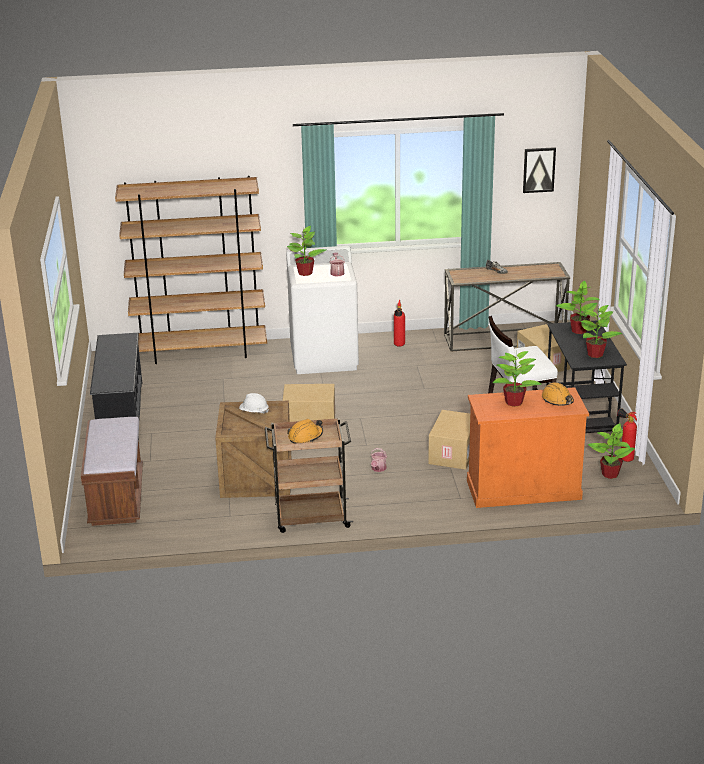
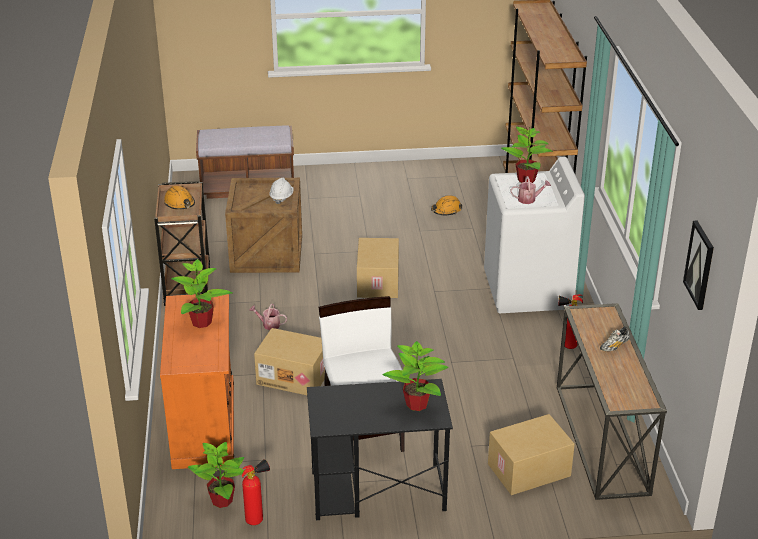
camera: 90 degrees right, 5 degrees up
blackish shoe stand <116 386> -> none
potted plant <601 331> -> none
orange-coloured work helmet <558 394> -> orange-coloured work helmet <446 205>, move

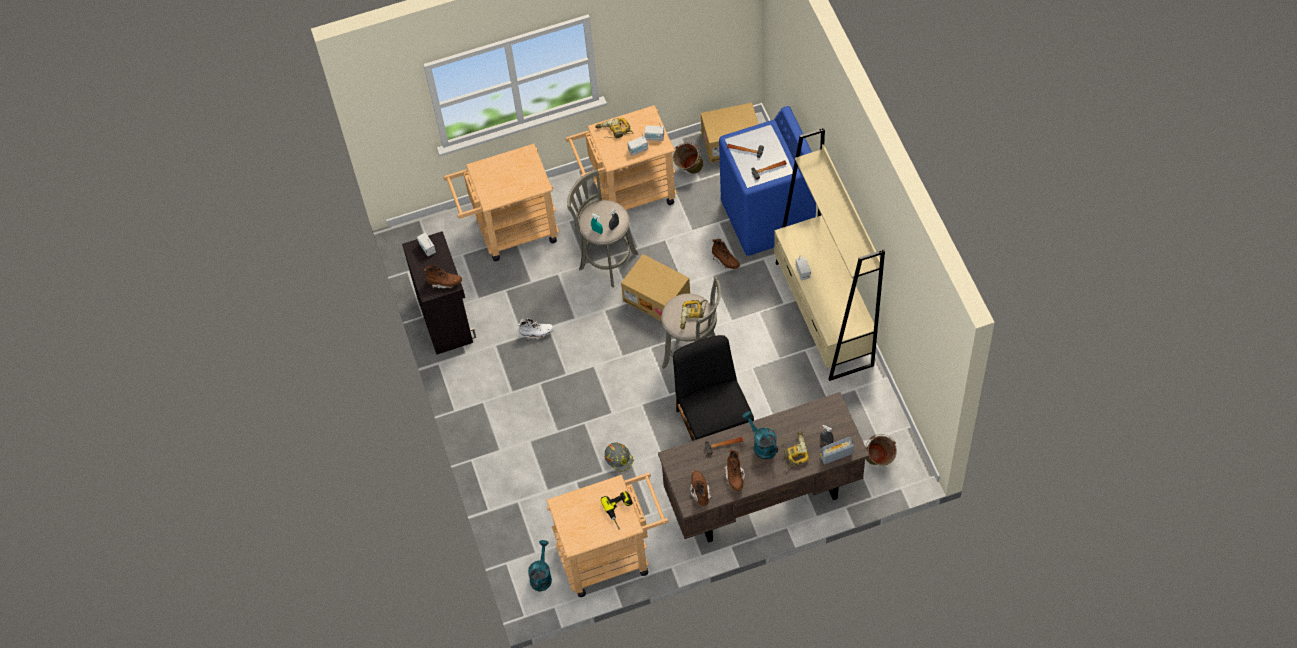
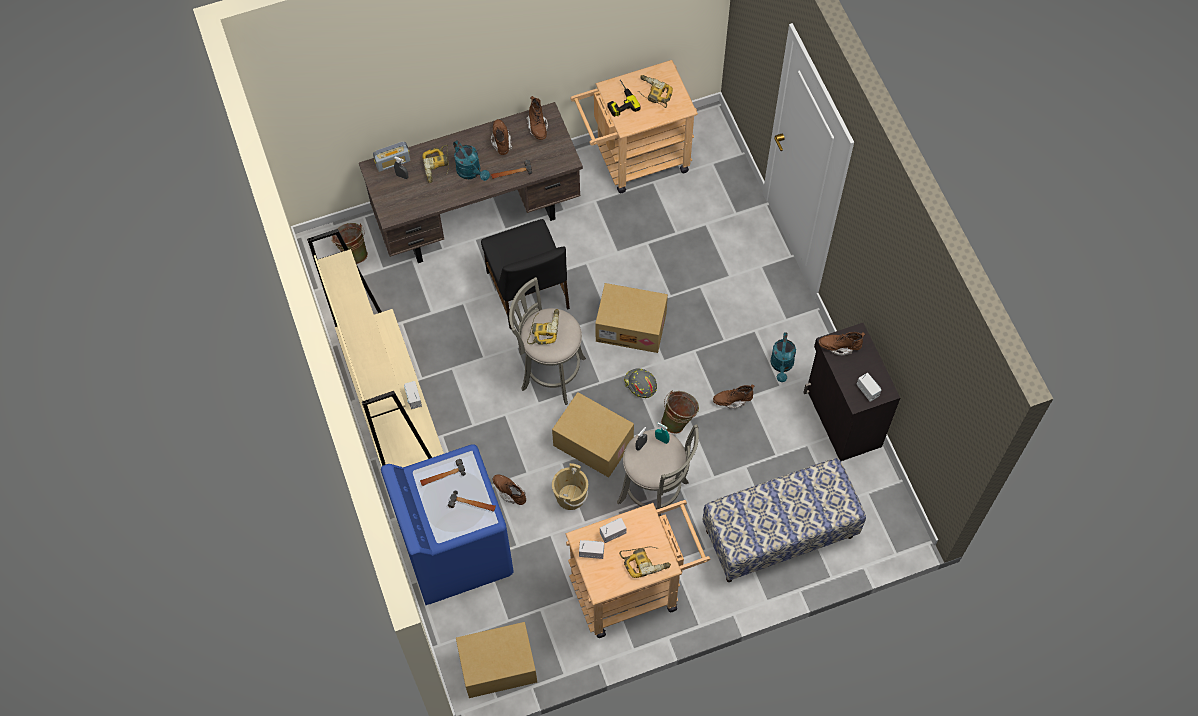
camera: 175 degrees right, 5 degrees up
none -> beige-coloured water bucket <570 486>
none -> cardboard box <631 318>
none -> power drill <655 91>
blue-green watering can <540 565> -> blue-green watering can <783 357>, move
greyish work helmet <619 457> -> greyish work helmet <640 383>, move
green-coloured water bucket <688 158> -> green-coloured water bucket <680 412>, move
beige-coloured cart <501 202> -> indoor bench <784 520>
white-coloured boot <536 329> -> brownish boot <733 396>

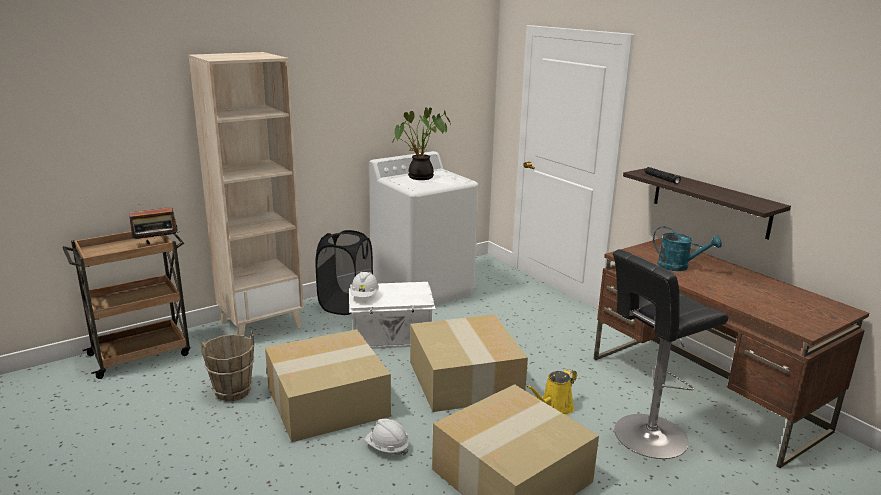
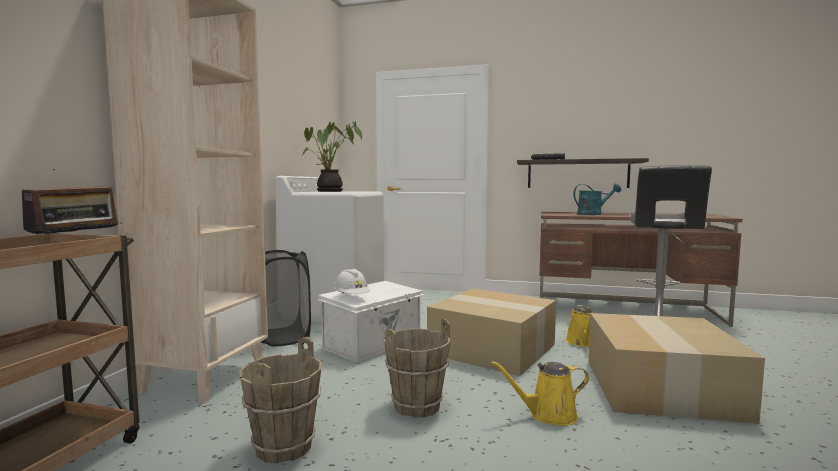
camera: 40 degrees left, 15 degrees down
cardboard box <328 385> -> brownish water bucket <416 368>
white-coloured work helmet <387 437> -> yellow-coloured watering can <540 393>

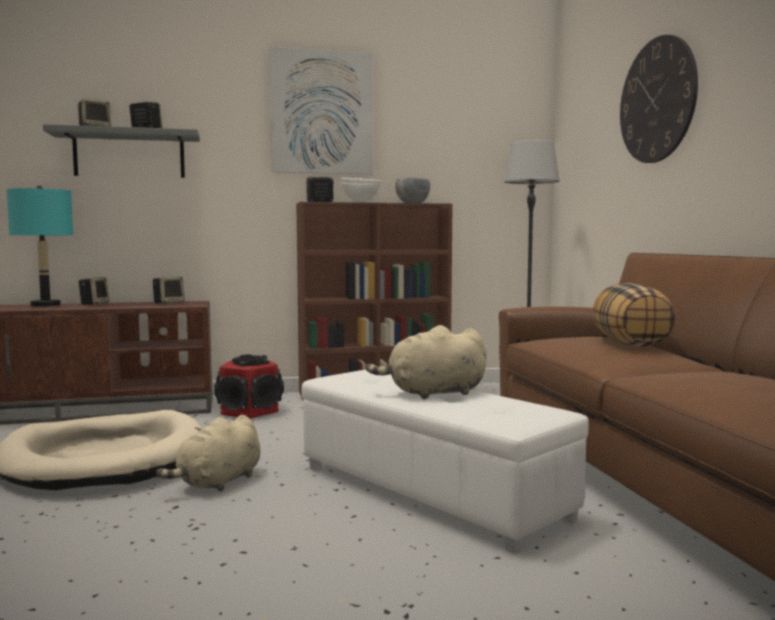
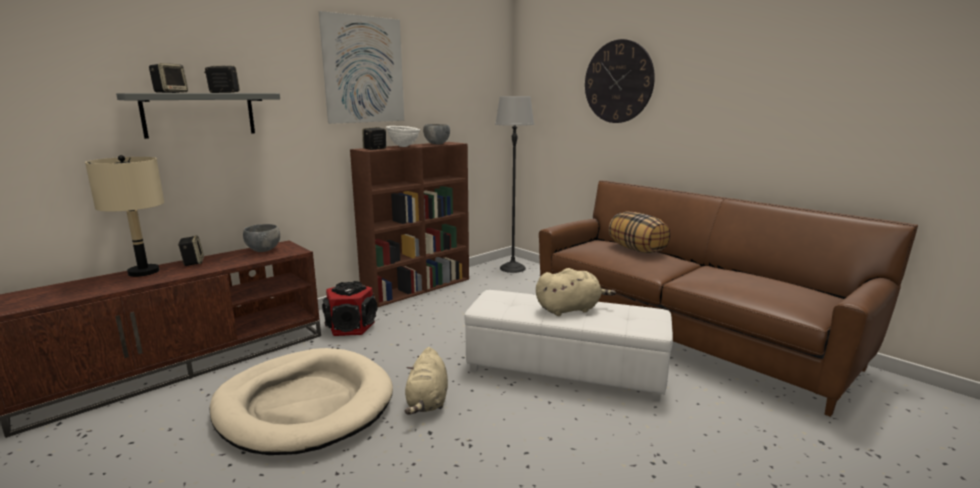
camera: 30 degrees left, 10 degrees up
speaker <169 290> -> greyish bowl <261 238>
blue-green tabletop lamp <40 246> -> beige-coloured tabletop lamp <124 216>
beige-coloured soft toy <426 362> -> beige-coloured soft toy <576 292>, 150 degrees counterclockwise

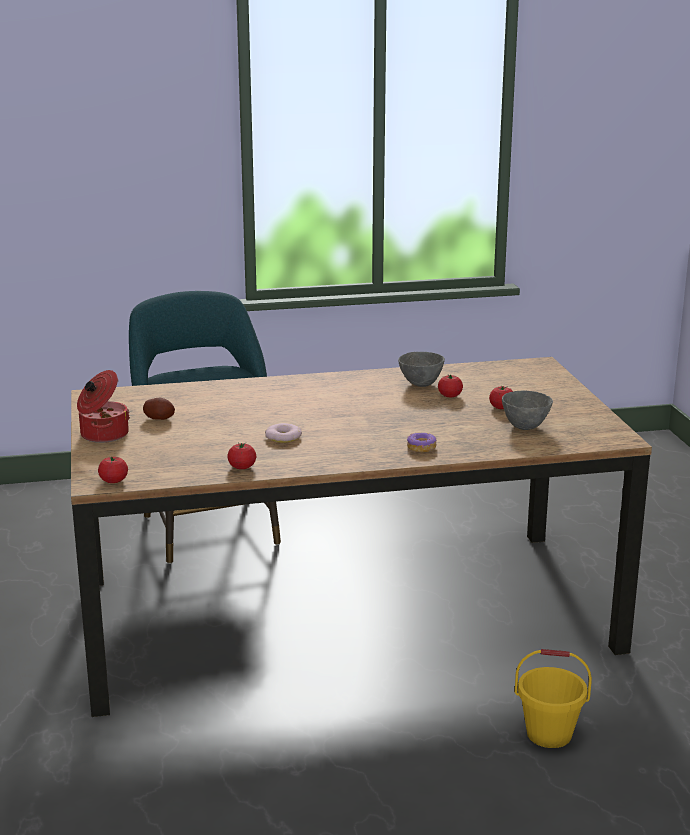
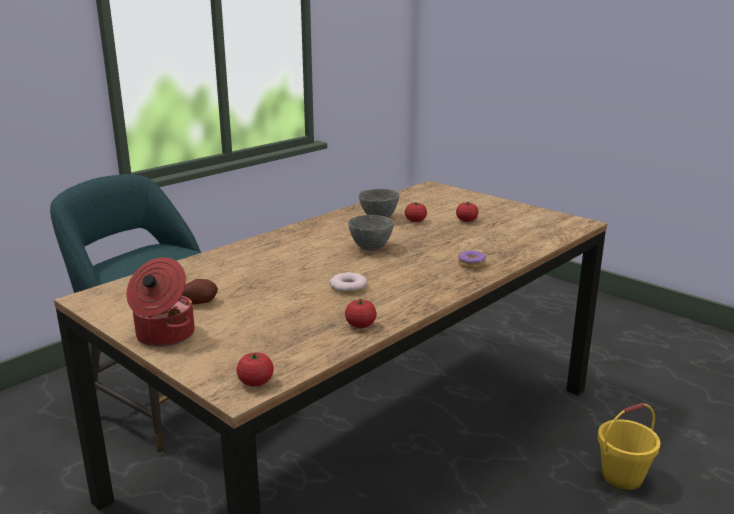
camera: 35 degrees left, 0 degrees up
greyish bowl <527 410> -> greyish bowl <371 233>, move

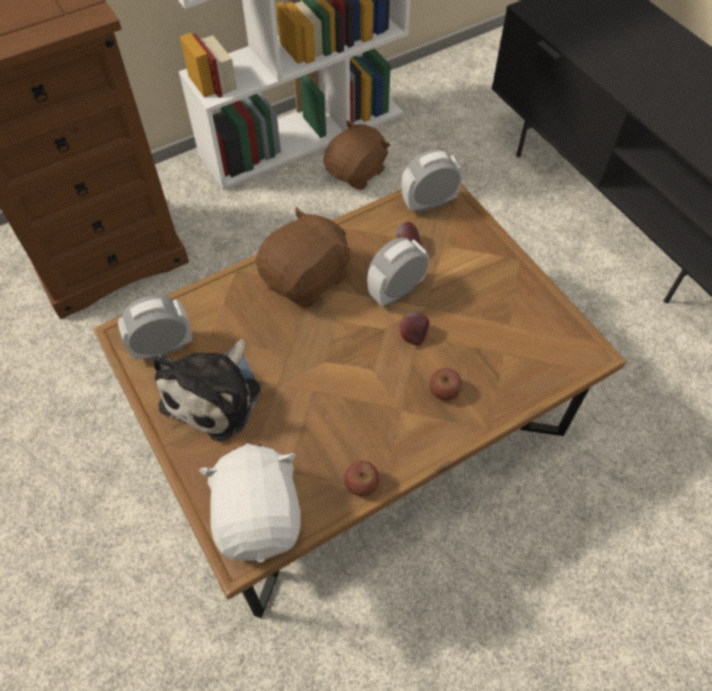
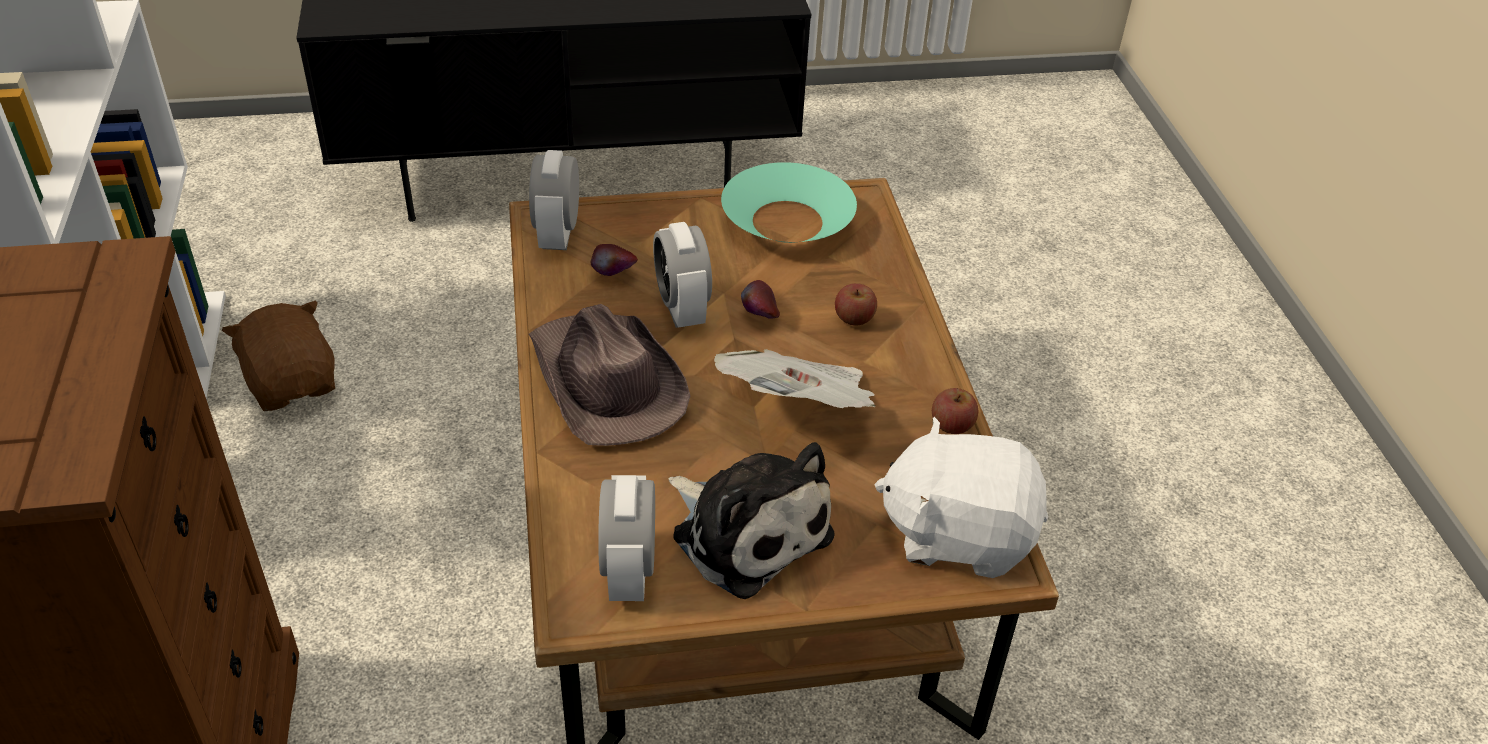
camera: 70 degrees left, 15 degrees down
none -> printed paper <795 378>
none -> blue-green bowl <789 202>
brownish soft toy <303 257> -> brownish wearable hat <609 375>

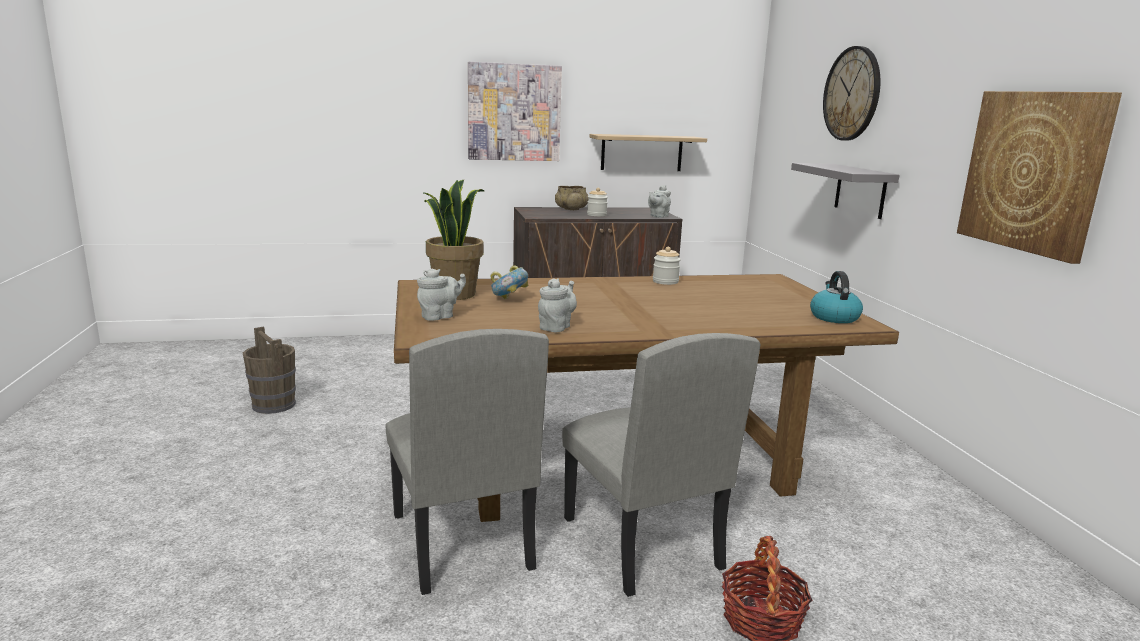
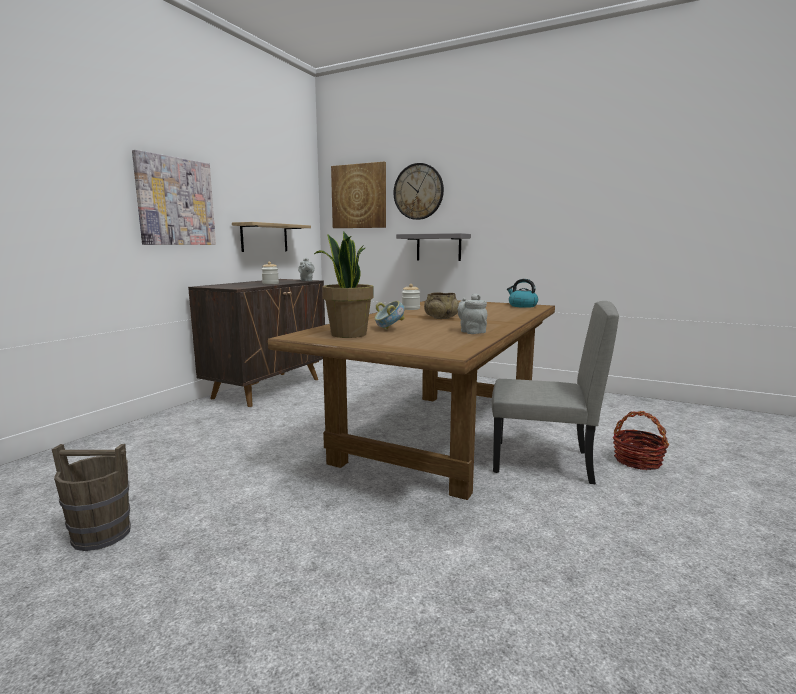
camera: 50 degrees left, 5 degrees down
greyish chair <467 462> -> none
greyish teapot <441 294> -> none
beige-coloured bowl <571 198> -> beige-coloured bowl <441 305>, move
wall art <1039 177> -> wall art <358 195>, move

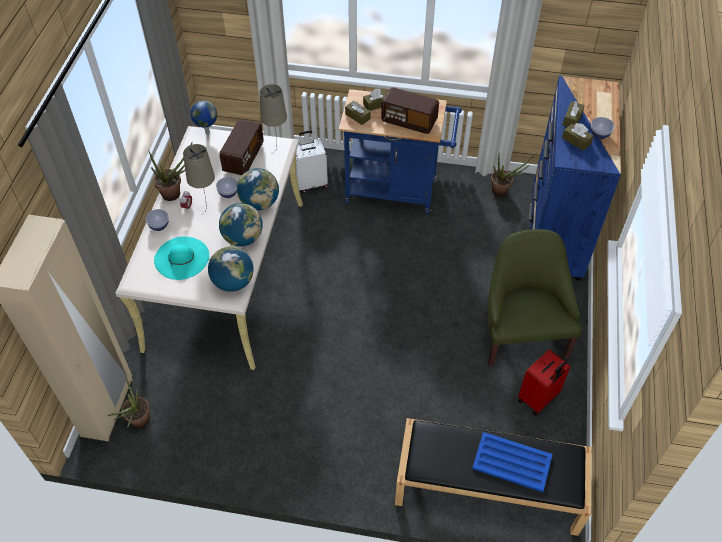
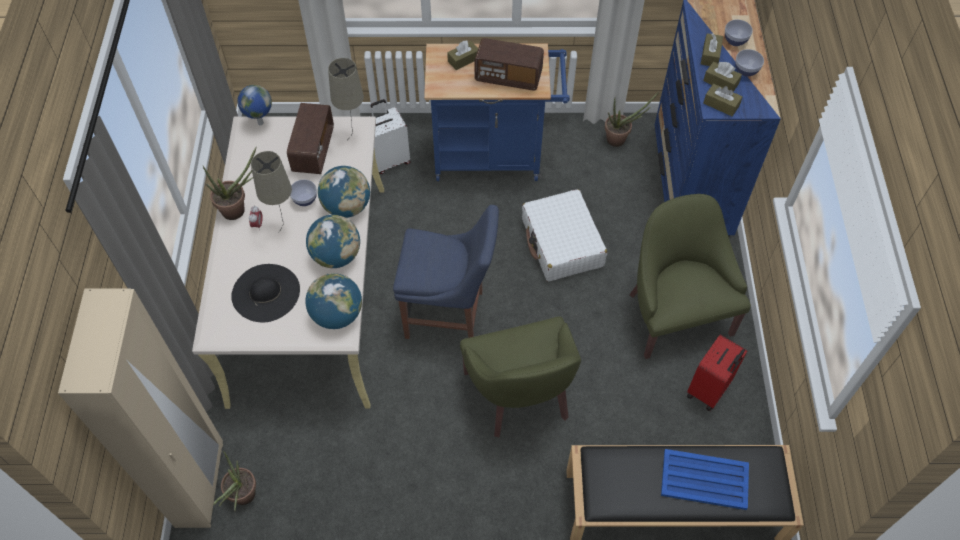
camera: 10 degrees left, 5 degrees up
none -> blue chair <446 272>
none -> green-coloured lounge chair <520 376>
none -> white-coloured piece of luggage <564 235>
bowl <157 220> -> bowl <739 33>, move
brownish tissue box <358 113> -> brownish tissue box <723 100>, move
blue-green wearable hat <181 258> -> blackish wearable hat <265 293>

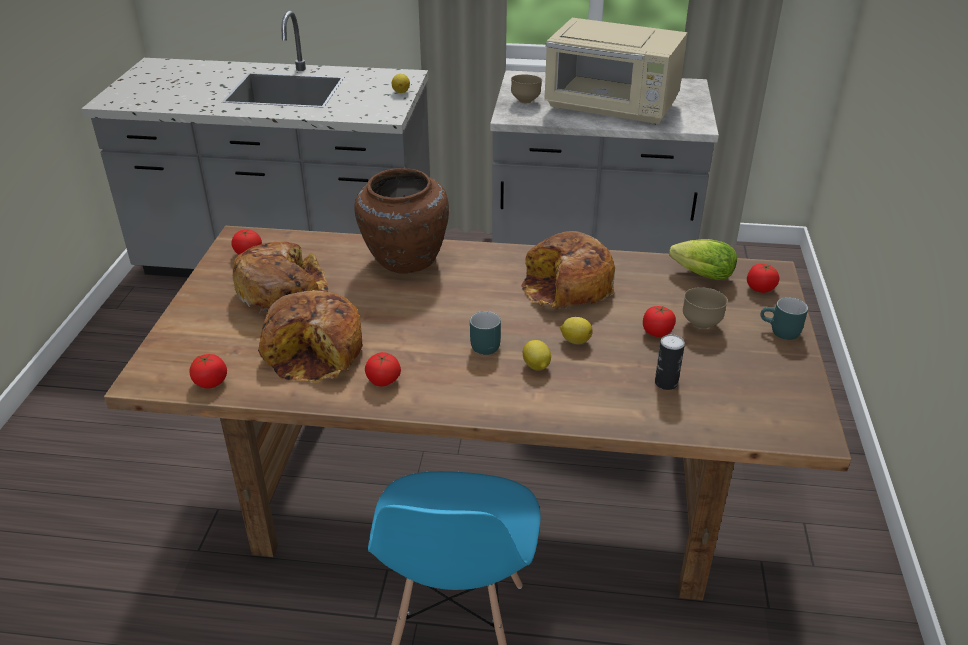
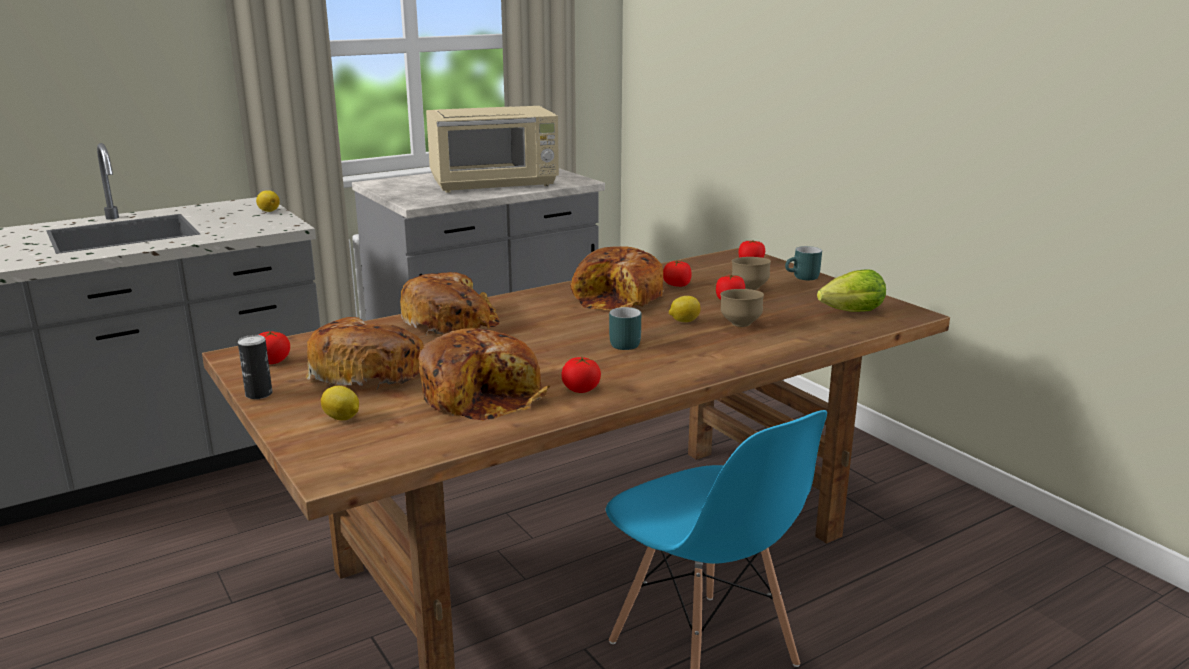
camera: 40 degrees left, 15 degrees down
whole tomato <208 371> -> whole tomato <677 274>, move
brownish bowl <526 88> -> brownish bowl <742 308>, move
citrus fruit <537 355> -> citrus fruit <340 403>, move
metal can <670 362> -> metal can <255 367>, move
head of lettuce <703 259> -> head of lettuce <851 290>, move
brownish decorative vase <401 221> -> baked bread <450 303>

